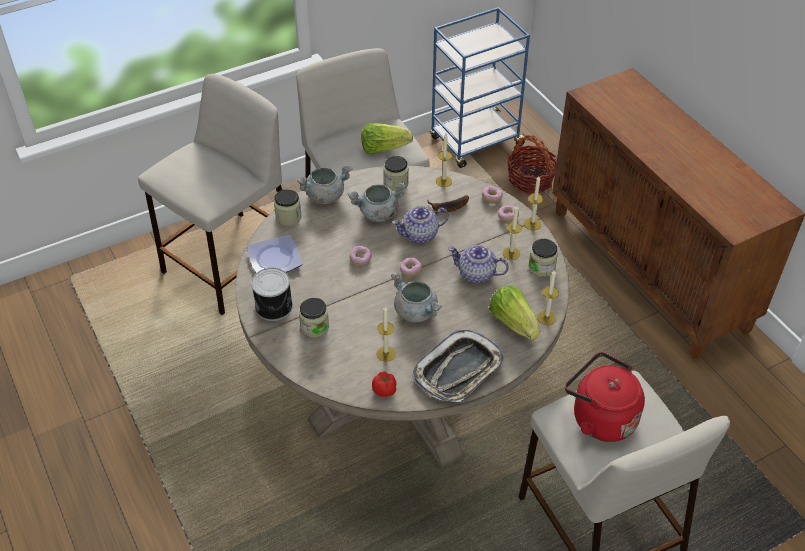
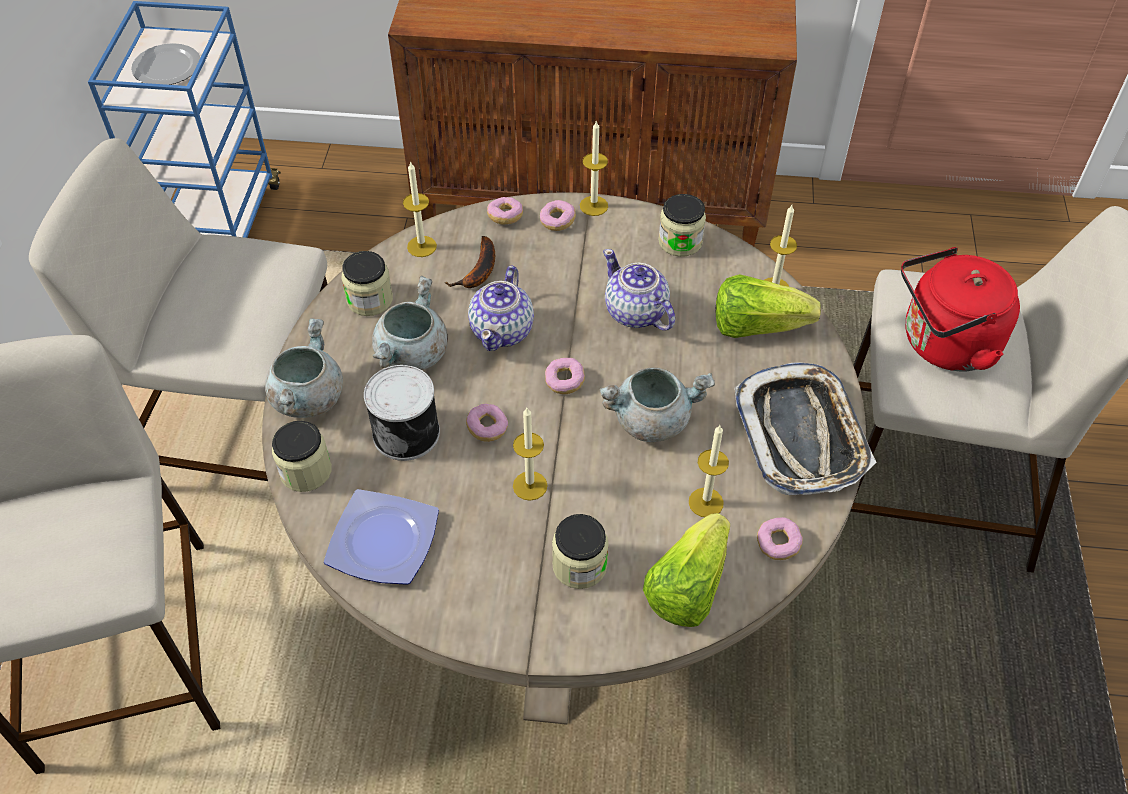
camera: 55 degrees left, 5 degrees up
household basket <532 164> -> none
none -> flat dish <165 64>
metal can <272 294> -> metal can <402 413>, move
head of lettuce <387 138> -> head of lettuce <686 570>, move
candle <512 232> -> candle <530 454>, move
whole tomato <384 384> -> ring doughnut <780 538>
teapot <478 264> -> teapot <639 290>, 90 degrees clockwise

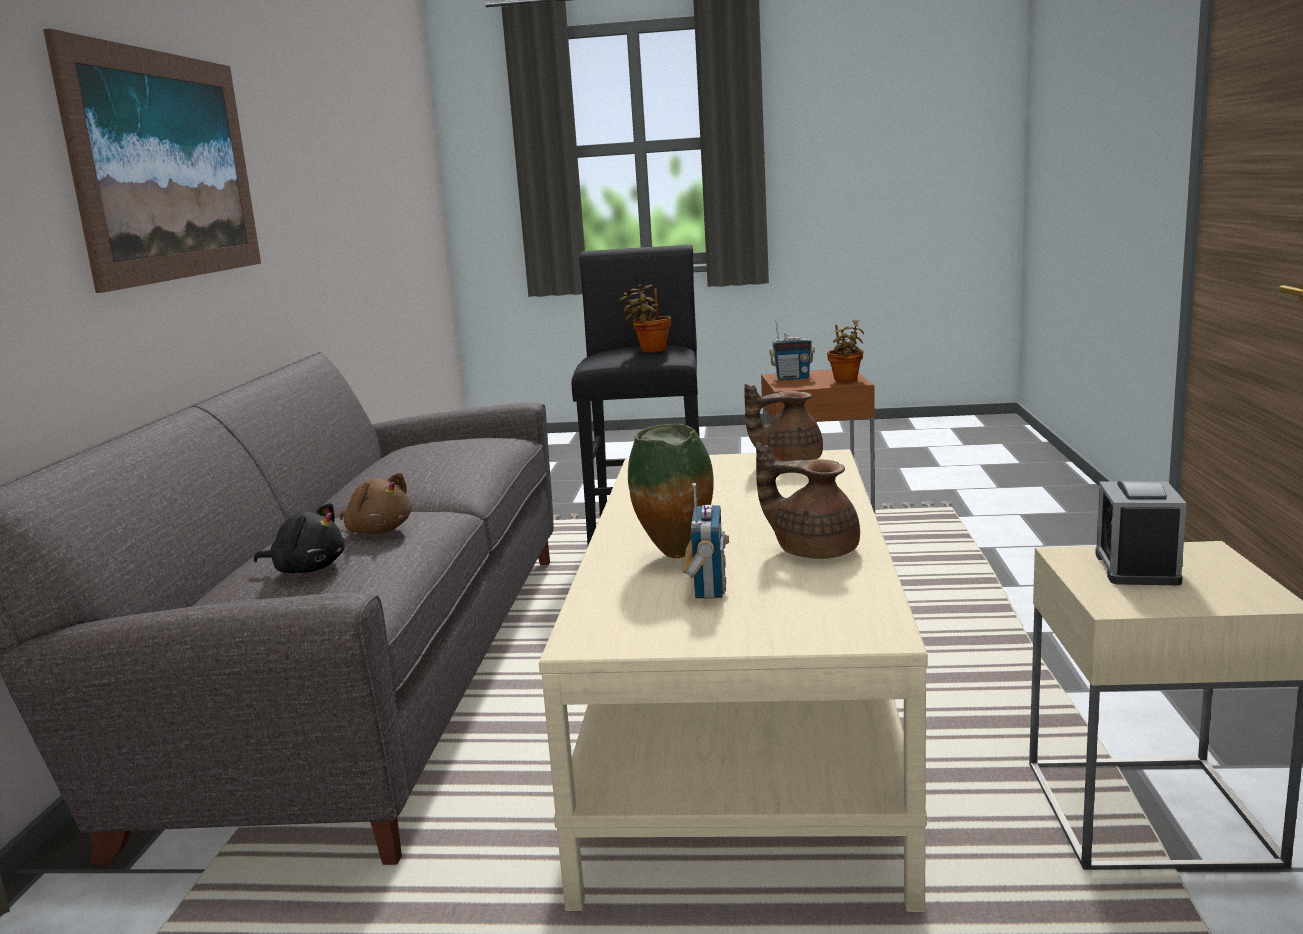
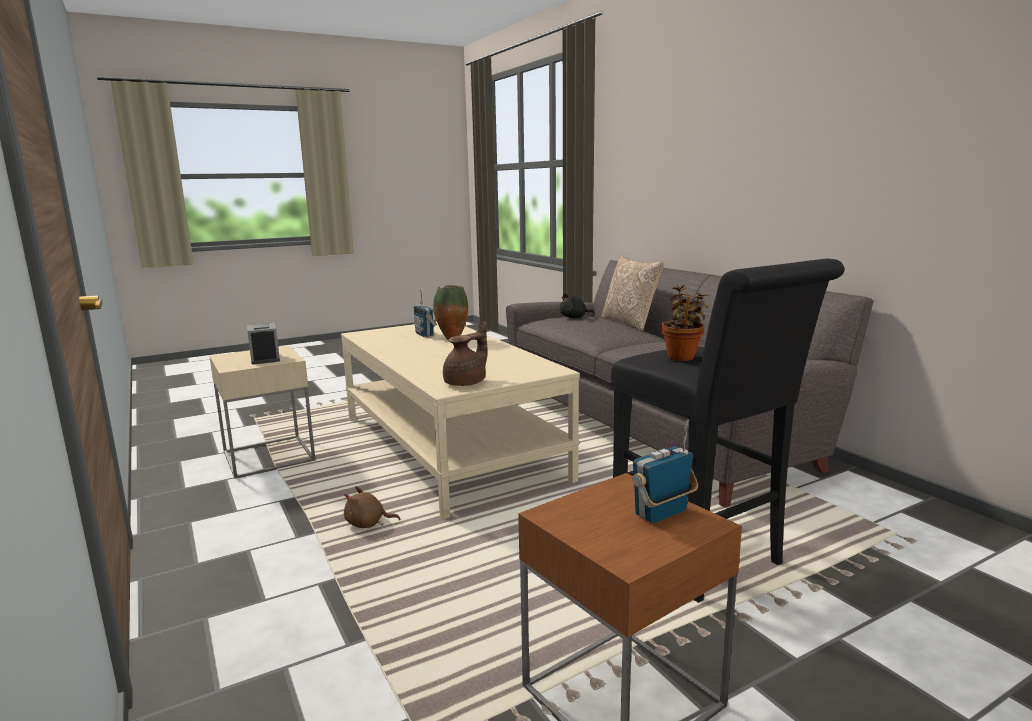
camera: 145 degrees right, 0 degrees up
wall art <152 160> -> none
brownish teapot <808 500> -> none
potted plant <845 351> -> none
none -> cushion <633 293>
brownish soft toy <376 503> -> brownish soft toy <372 507>, move

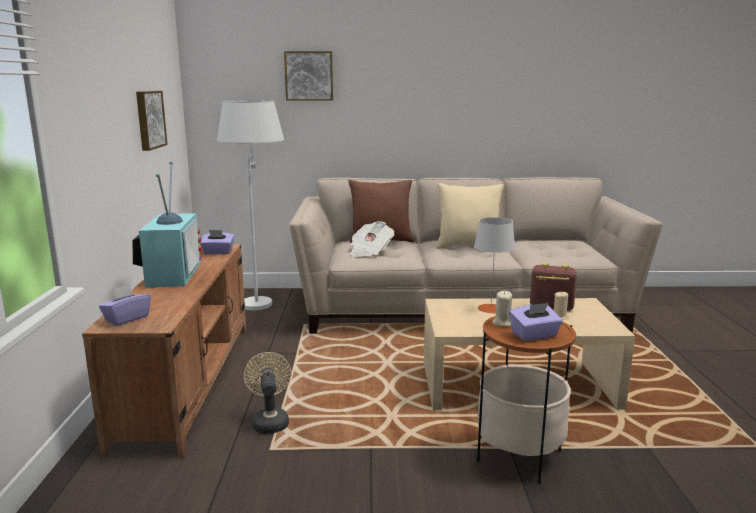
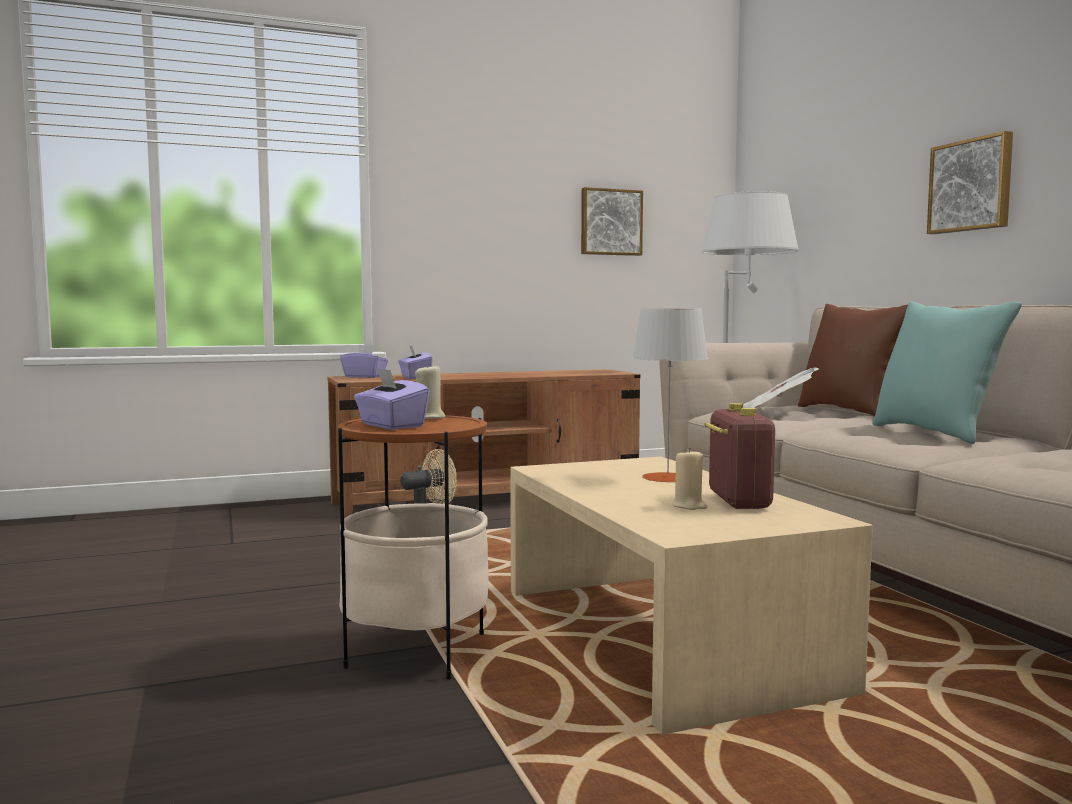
camera: 70 degrees right, 10 degrees down
TV <167 224> -> none
purplish tissue box <217 242> -> purplish tissue box <415 362>, move
wall art <308 76> -> wall art <970 182>, move
beige-coloured cushion <470 216> -> blue-green cushion <947 372>

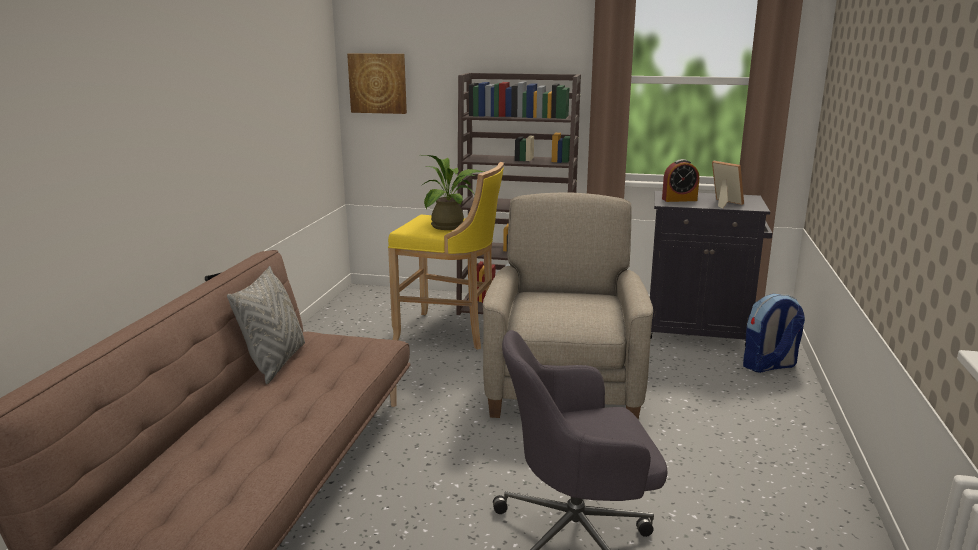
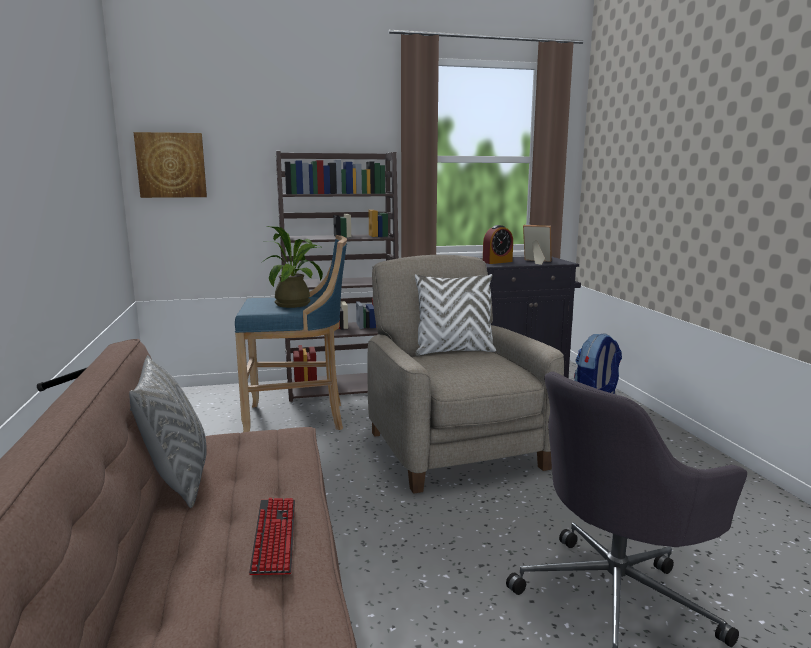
camera: 25 degrees left, 5 degrees down
none -> PC keyboard <272 536>
none -> white-coloured cushion <455 314>
yellow-coloured stool <446 256> -> blue stool <291 333>

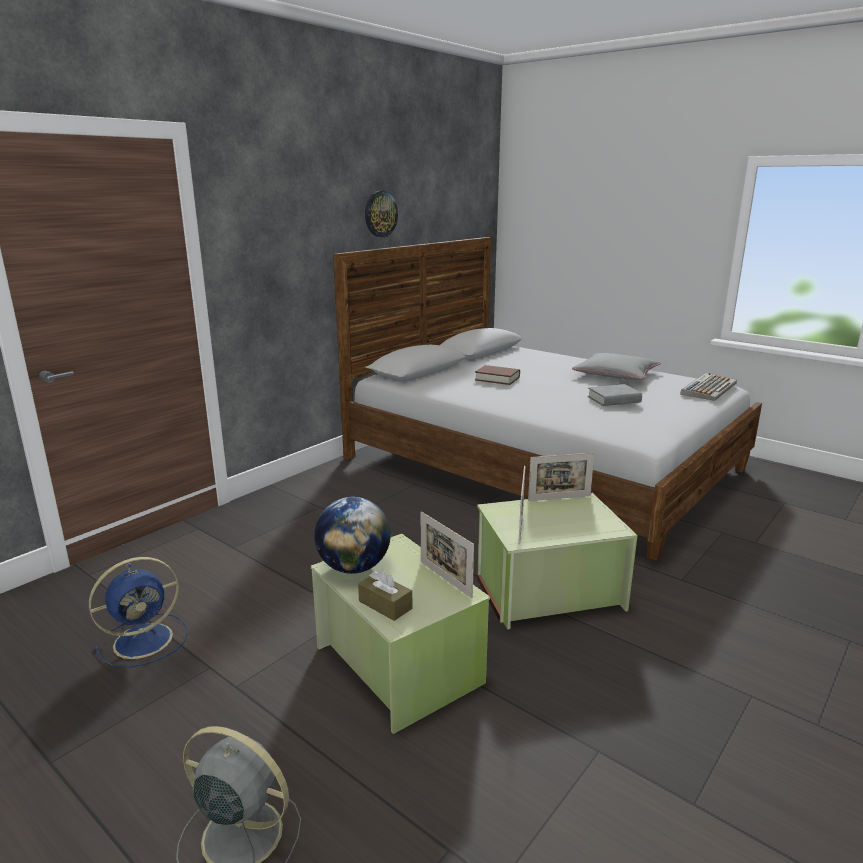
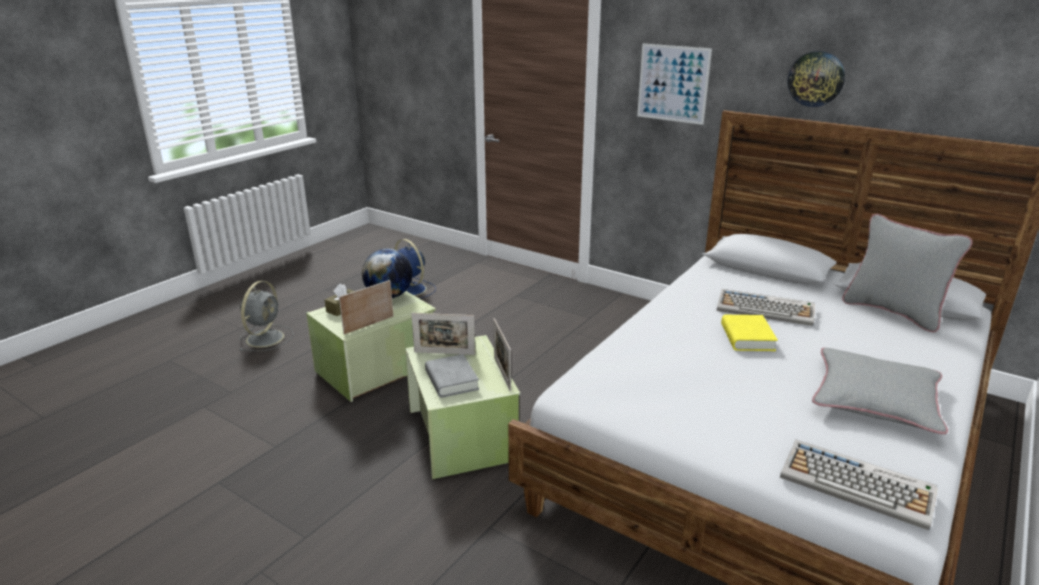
camera: 85 degrees right, 5 degrees up
none -> wall art <674 84>
none -> yellow-coloured bound book <749 333>
none -> greyish cushion <907 273>
greyish bound book <615 395> -> greyish bound book <452 376>, move
brownish bound book <497 375> -> PC keyboard <766 307>

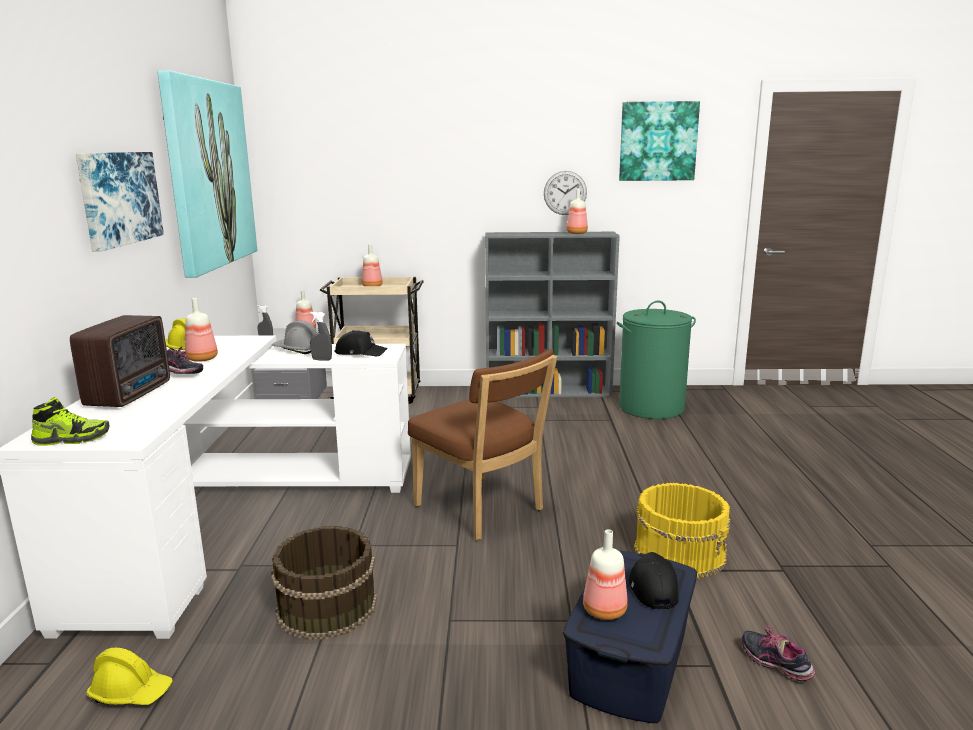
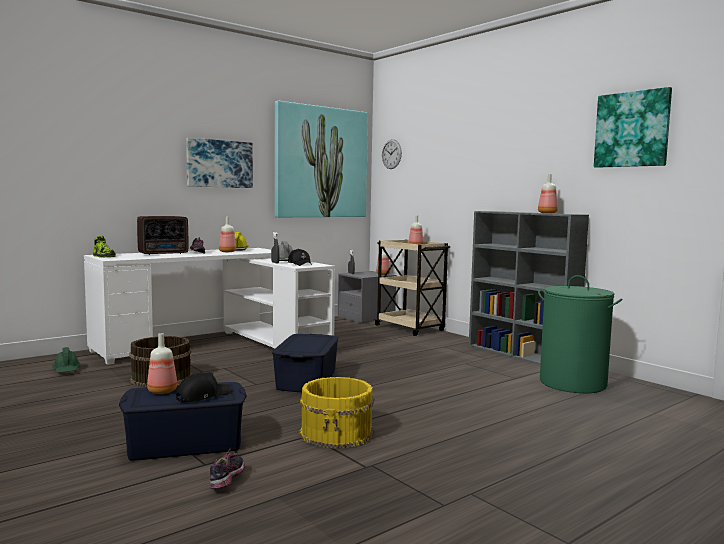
camera: 50 degrees right, 10 degrees down
wall clock <565 193> -> wall clock <392 154>, move
brownish chair <482 444> -> blue storage container <305 363>
yellow-coloured work helmet <129 676> -> green-coloured work helmet <66 359>

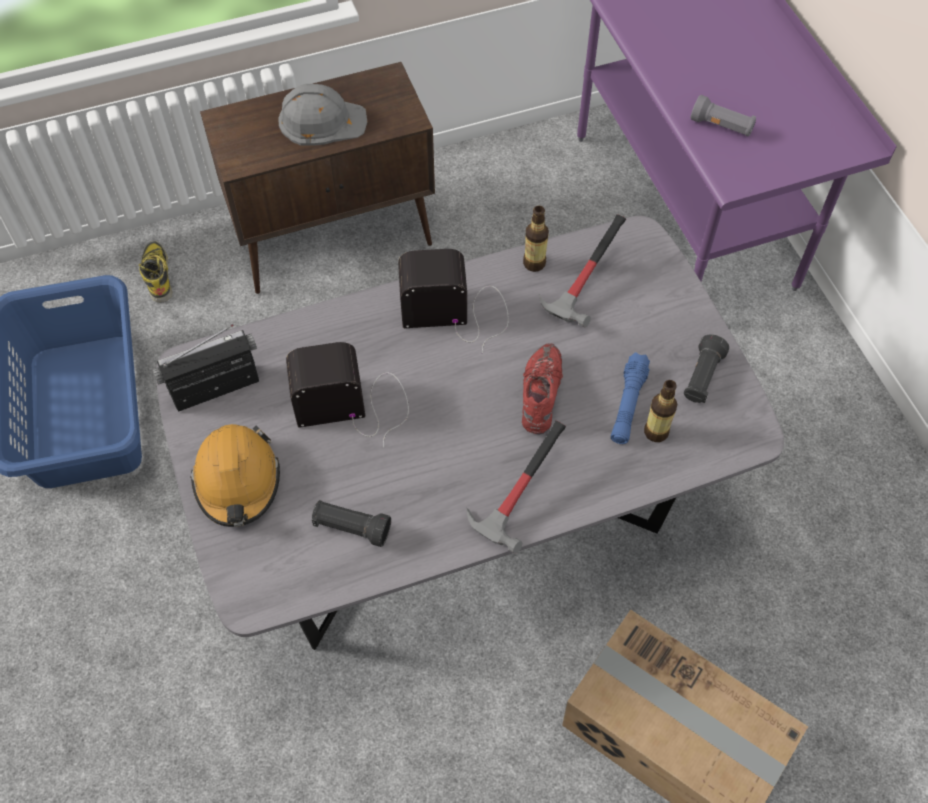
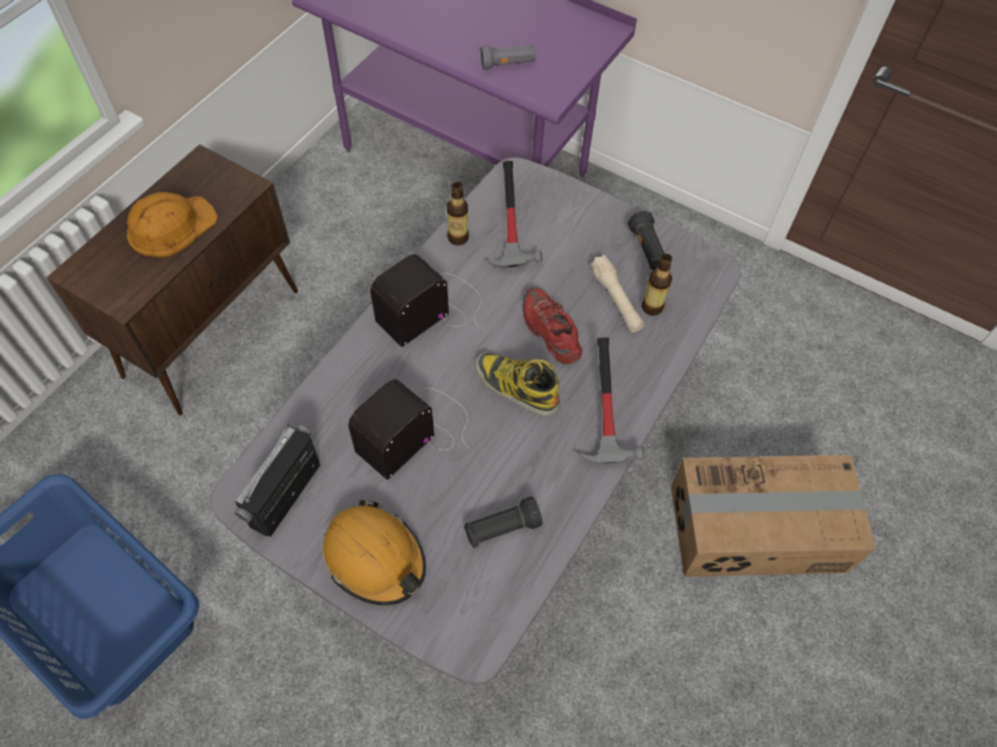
camera: 40 degrees left, 0 degrees up
boot <155 271> -> boot <517 384>, move
greyish work helmet <322 114> -> orange-coloured work helmet <172 224>
blue torch <630 398> -> beige-coloured torch <617 293>

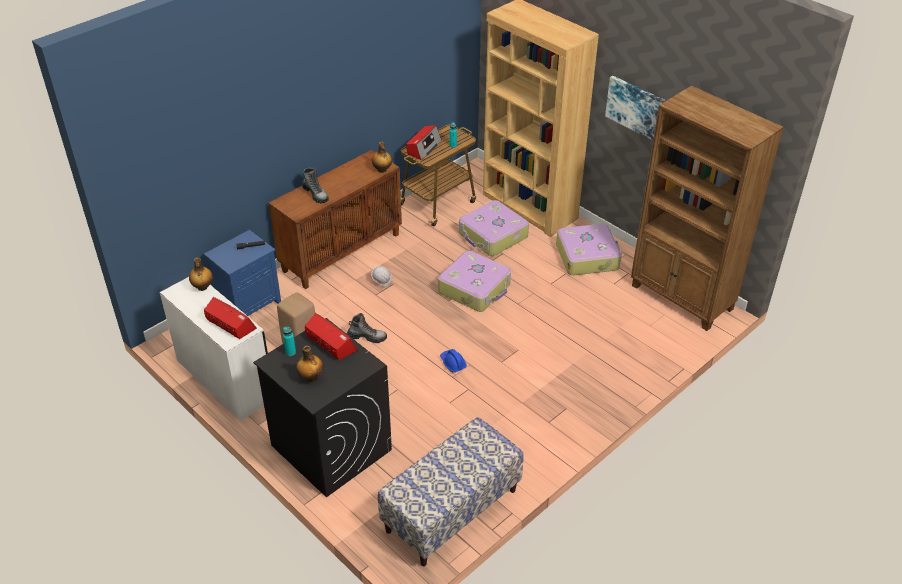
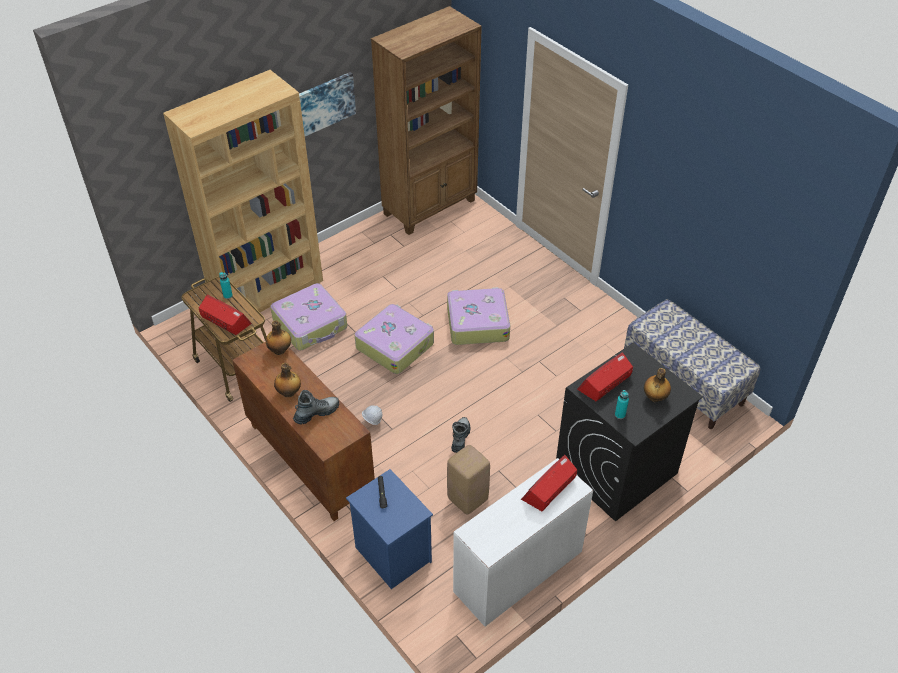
camera: 85 degrees left, 5 degrees up
blue work helmet <453 361> -> none
bottle <201 274> -> bottle <287 380>, move
piece of luggage <589 249> -> piece of luggage <478 316>, move

